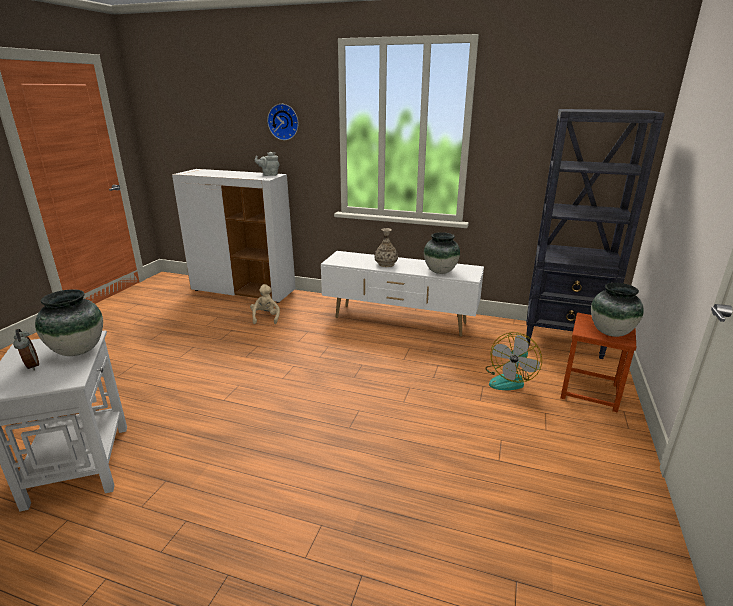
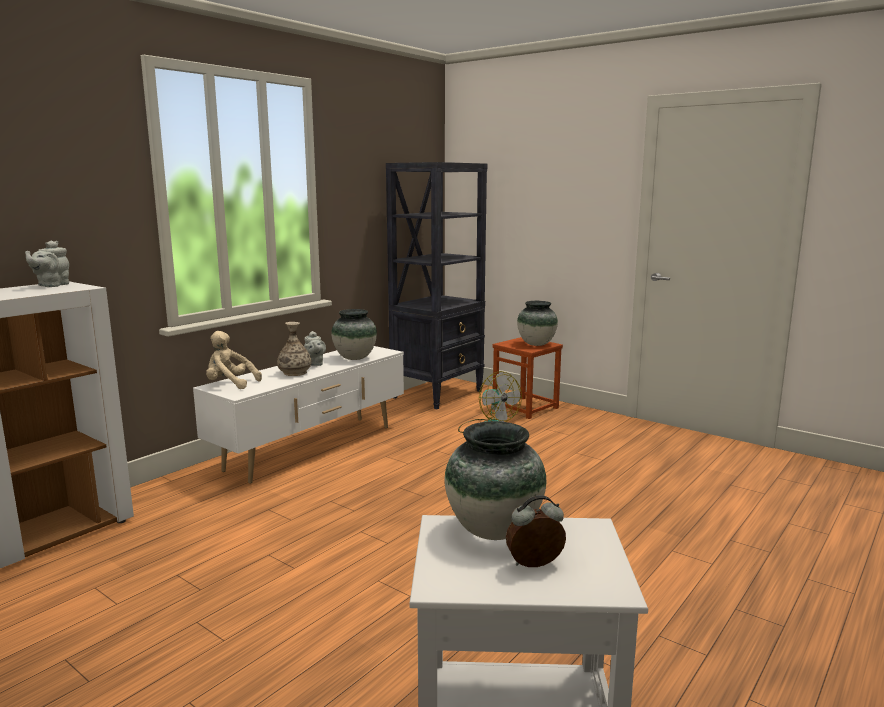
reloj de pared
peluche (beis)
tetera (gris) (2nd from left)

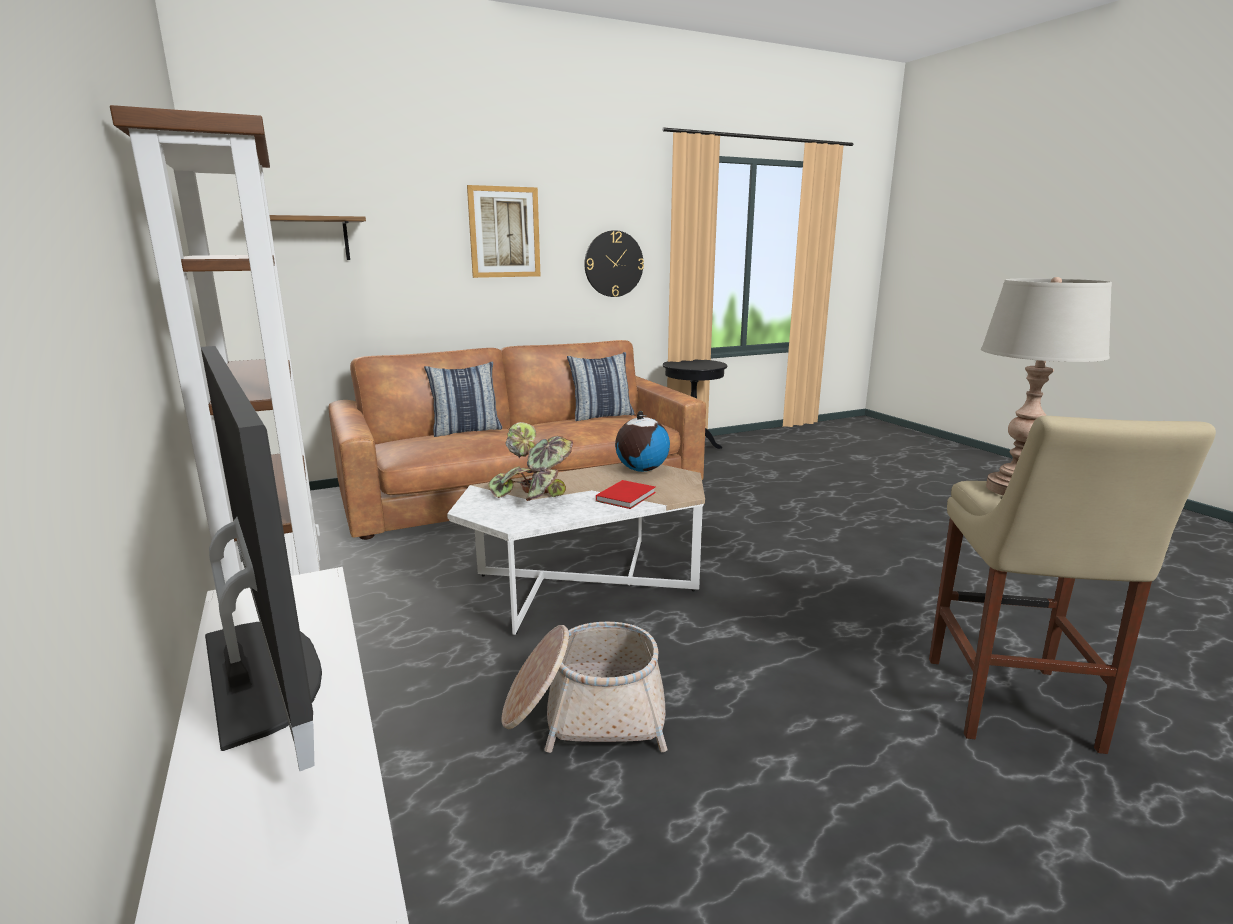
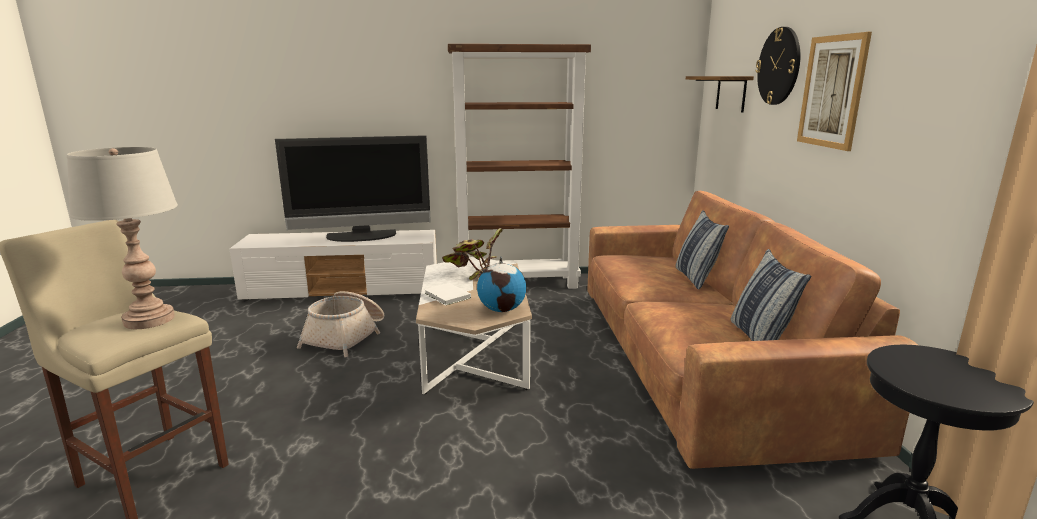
reloj de pared
libro (blanco)

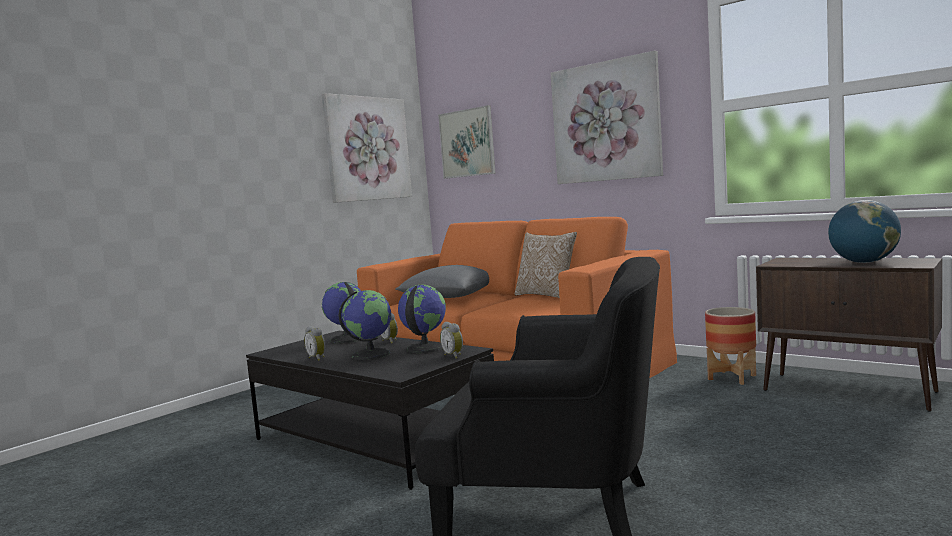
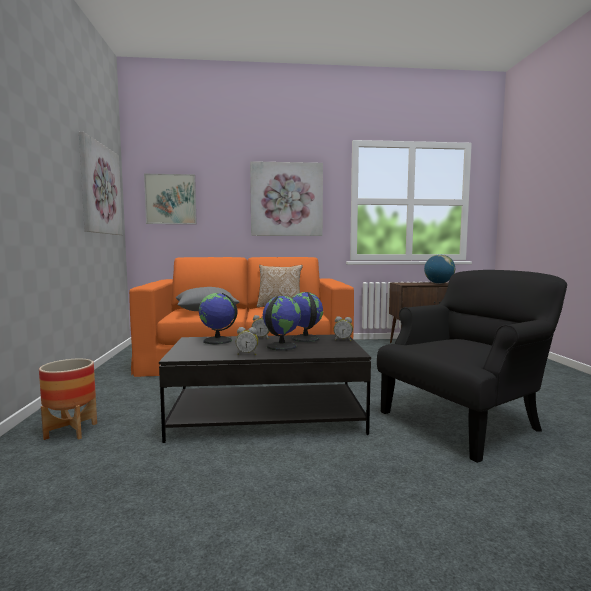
maceta

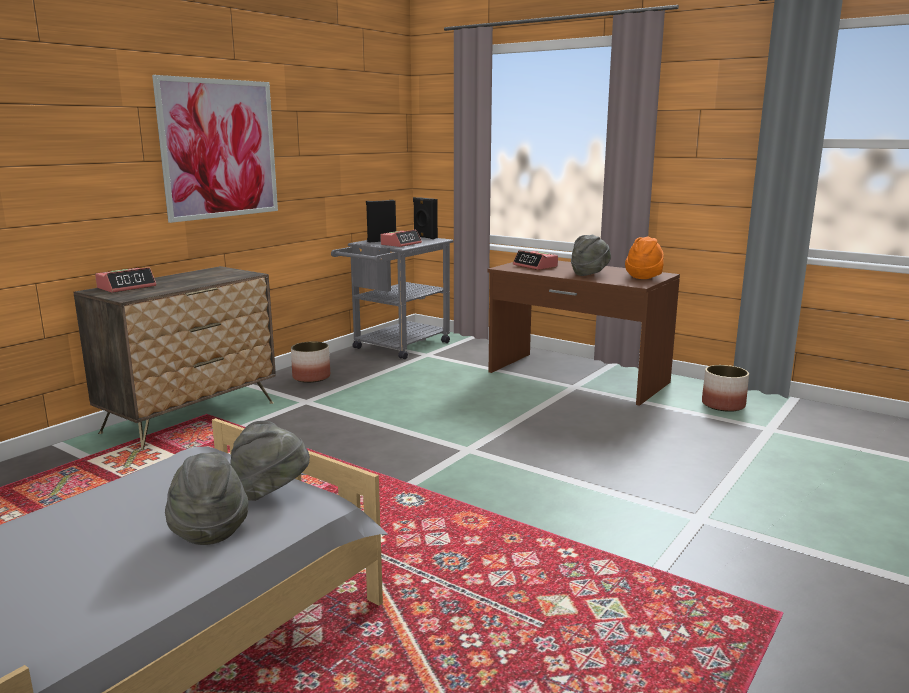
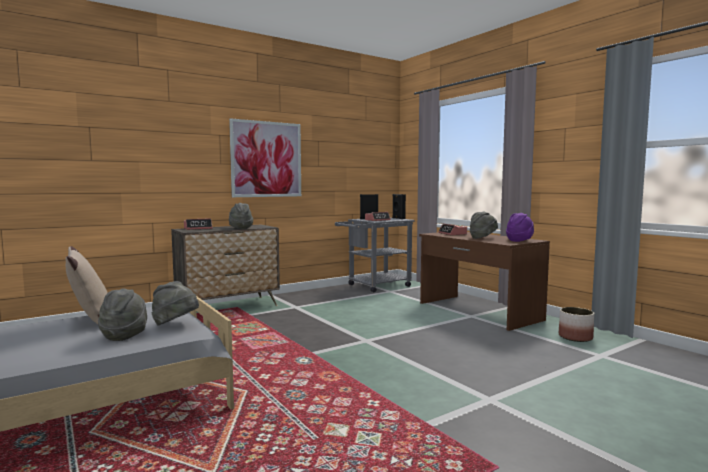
sombrero (morado)
maceta (1st from left in the first image)
sombrero (gris) (3rd from left)
cojín (beis)

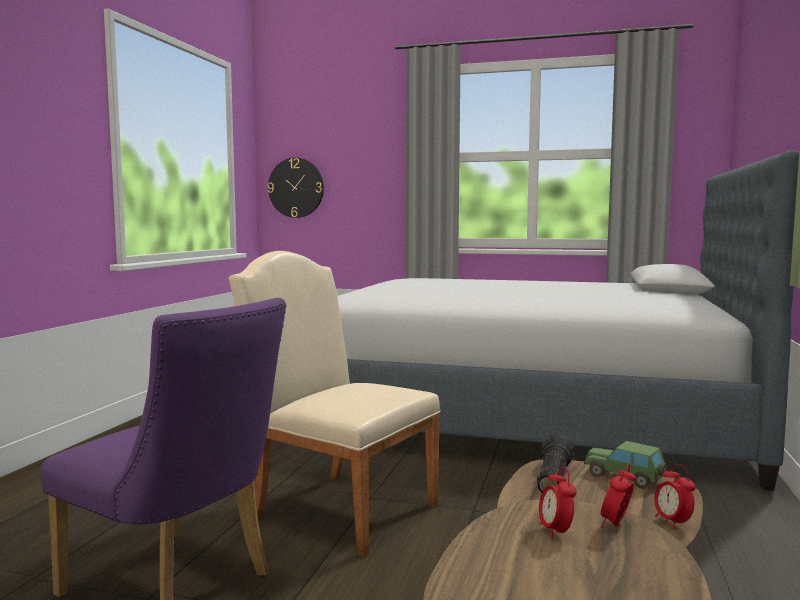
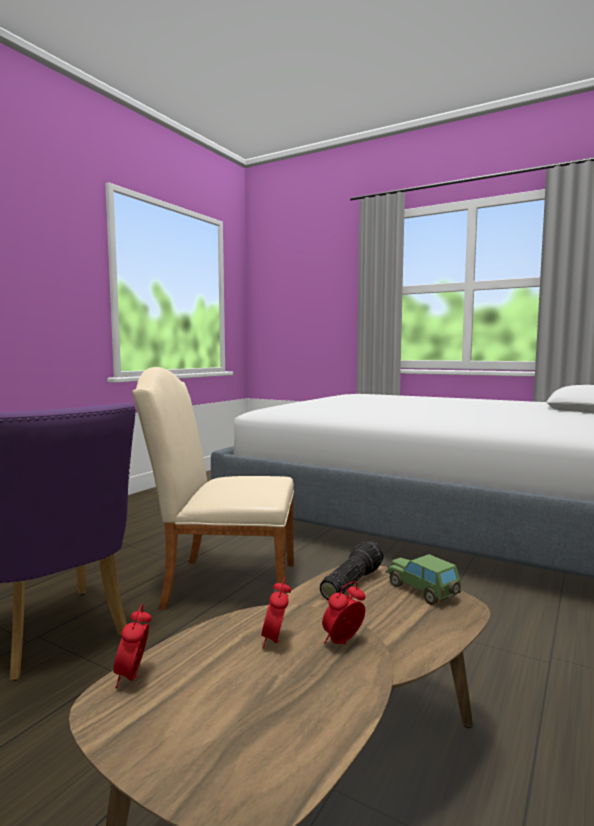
reloj de pared
silla (beis)
despertador (1st from left)

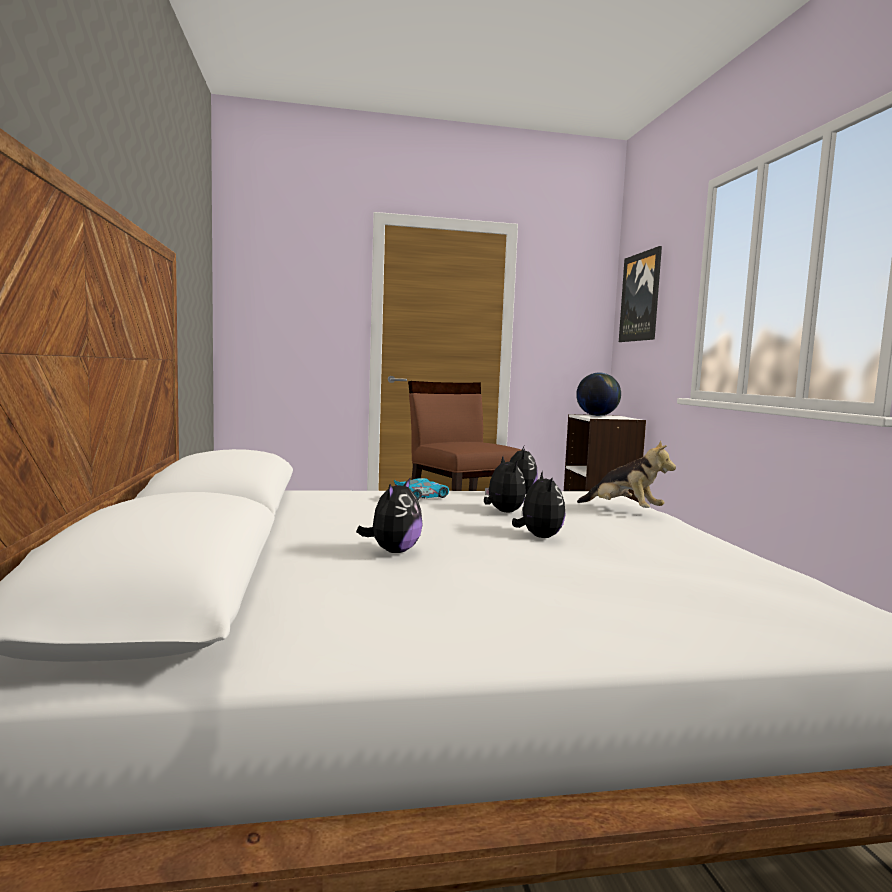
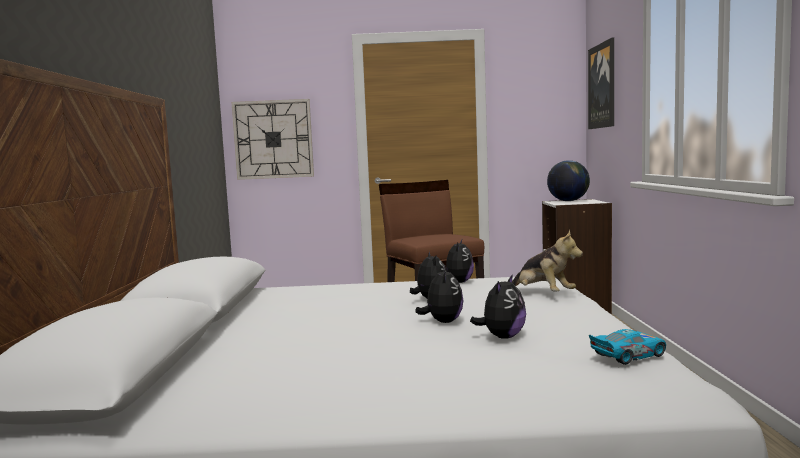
peluche (4th from left)
coche de juguete
reloj de pared

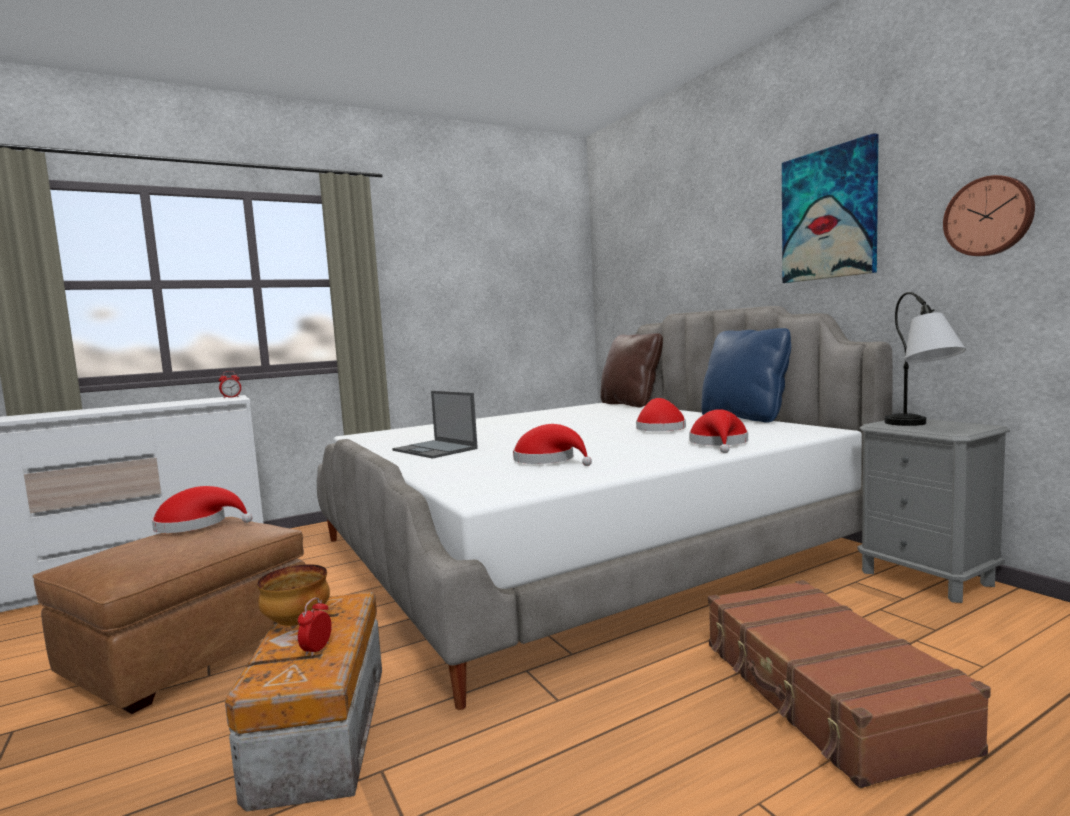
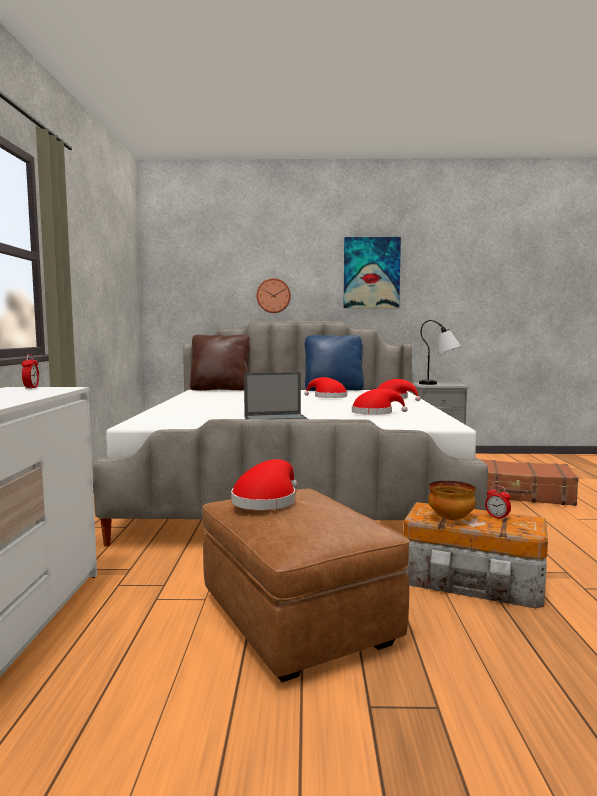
reloj de pared

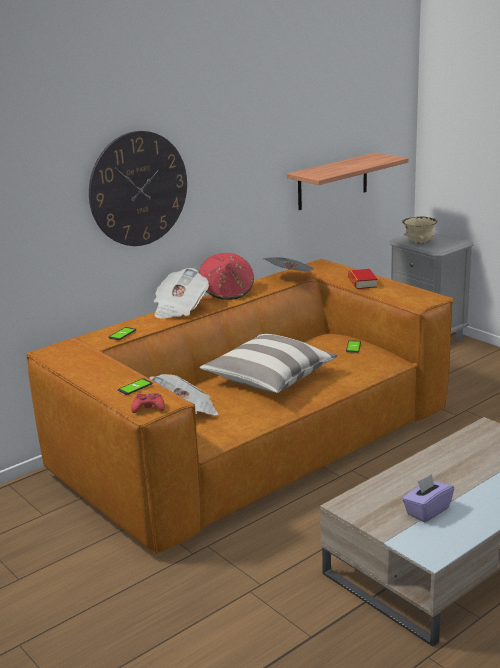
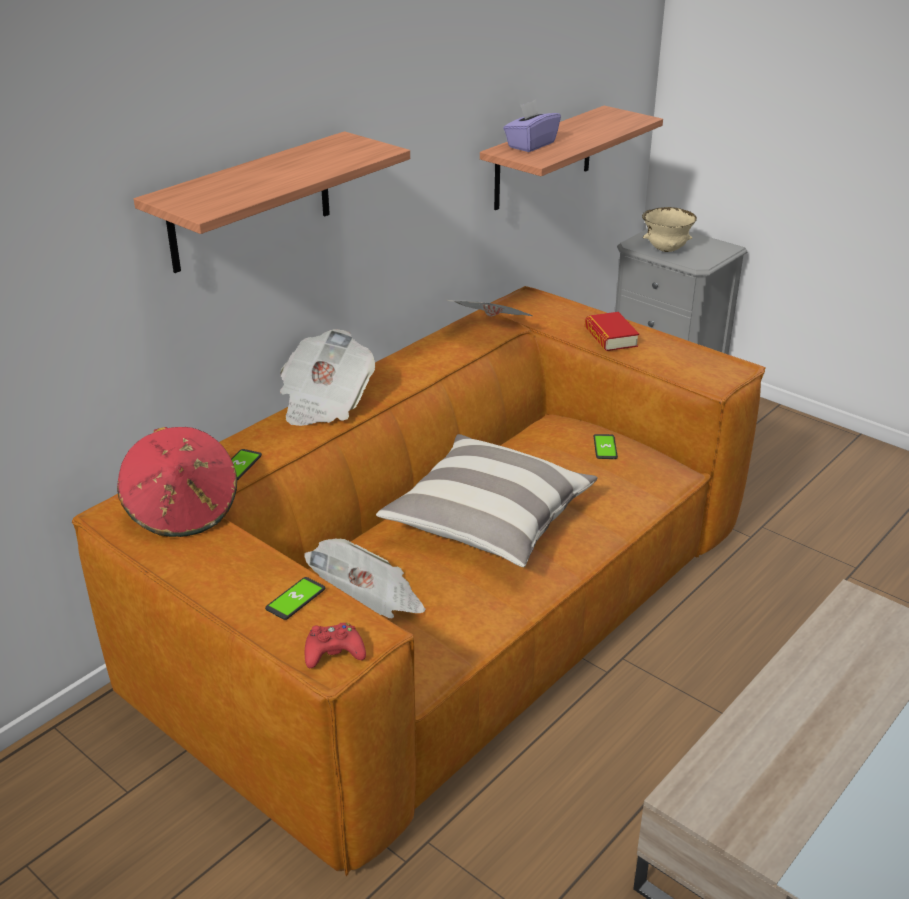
estante (1st from left)
sombrero (rojo)
caja de pañuelos (morado)

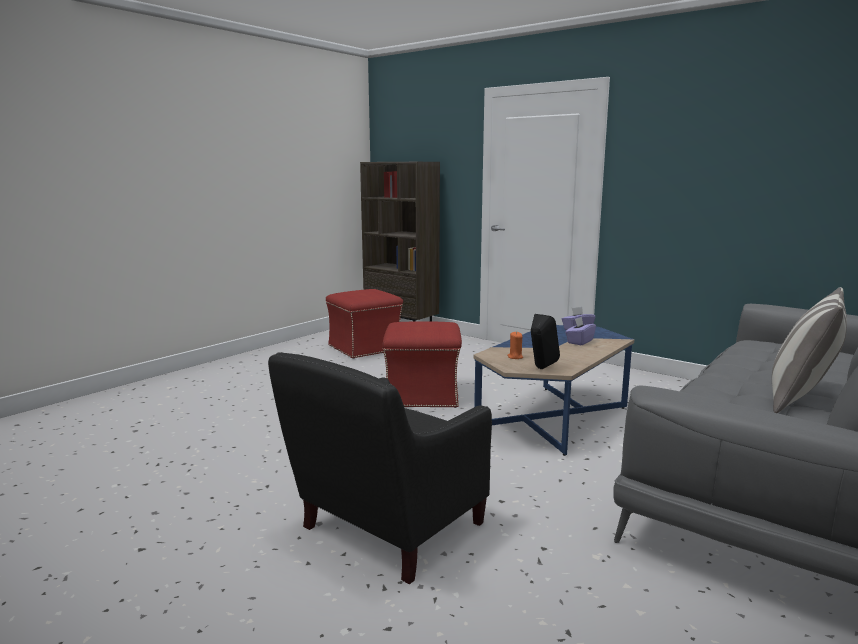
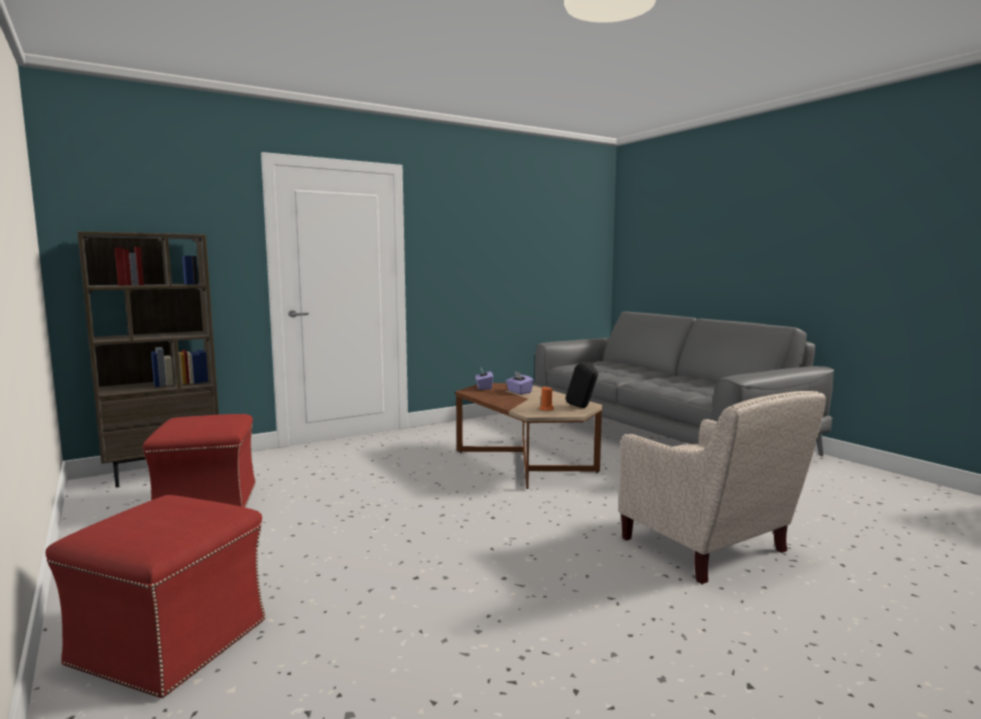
cojín
puf (rojo) (1st from left)
mesa de centro (marrón)
sillón (beis)

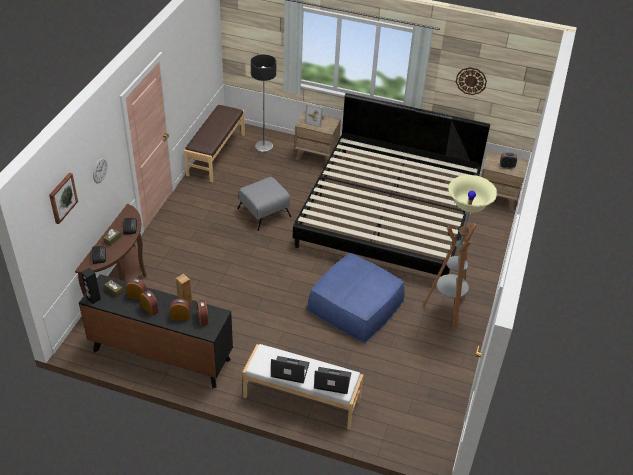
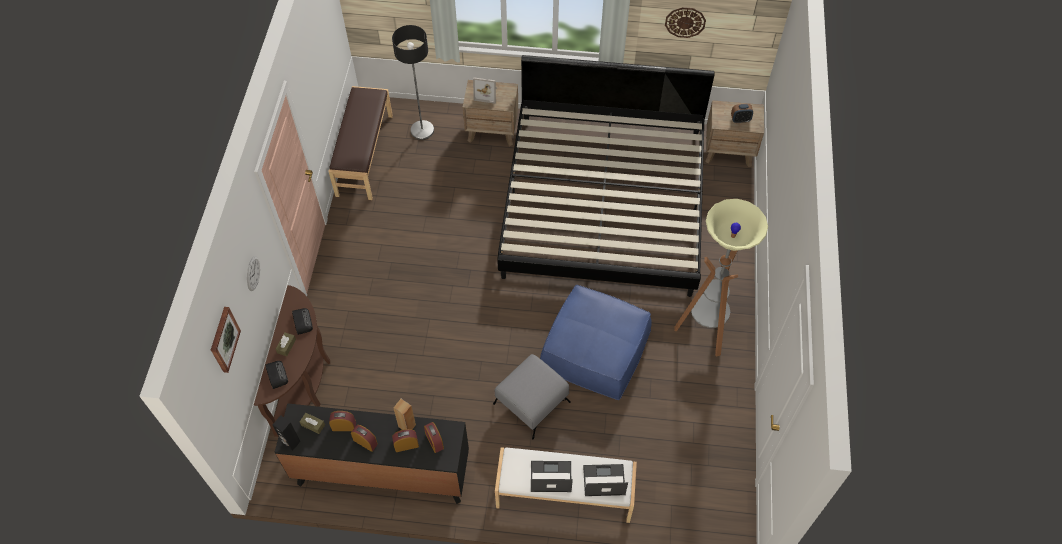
puf (gris)

